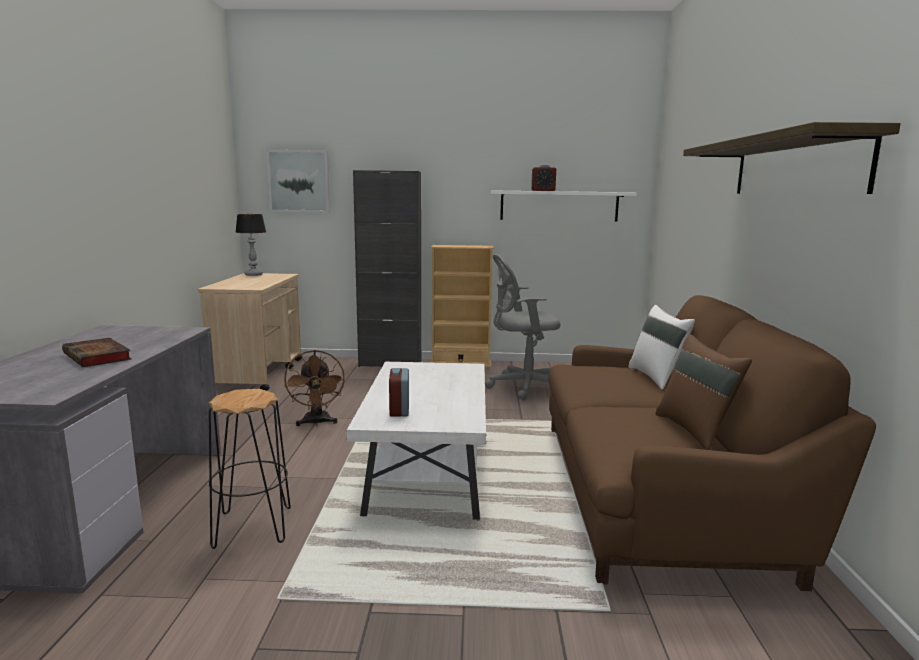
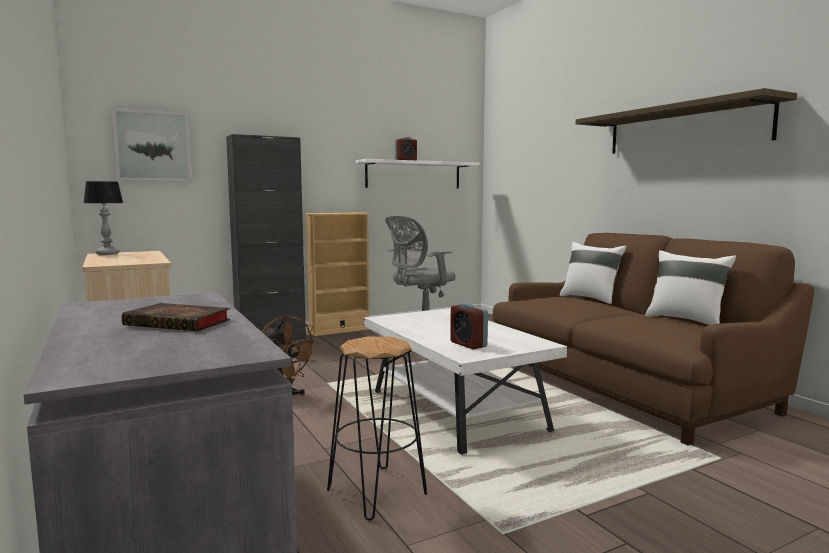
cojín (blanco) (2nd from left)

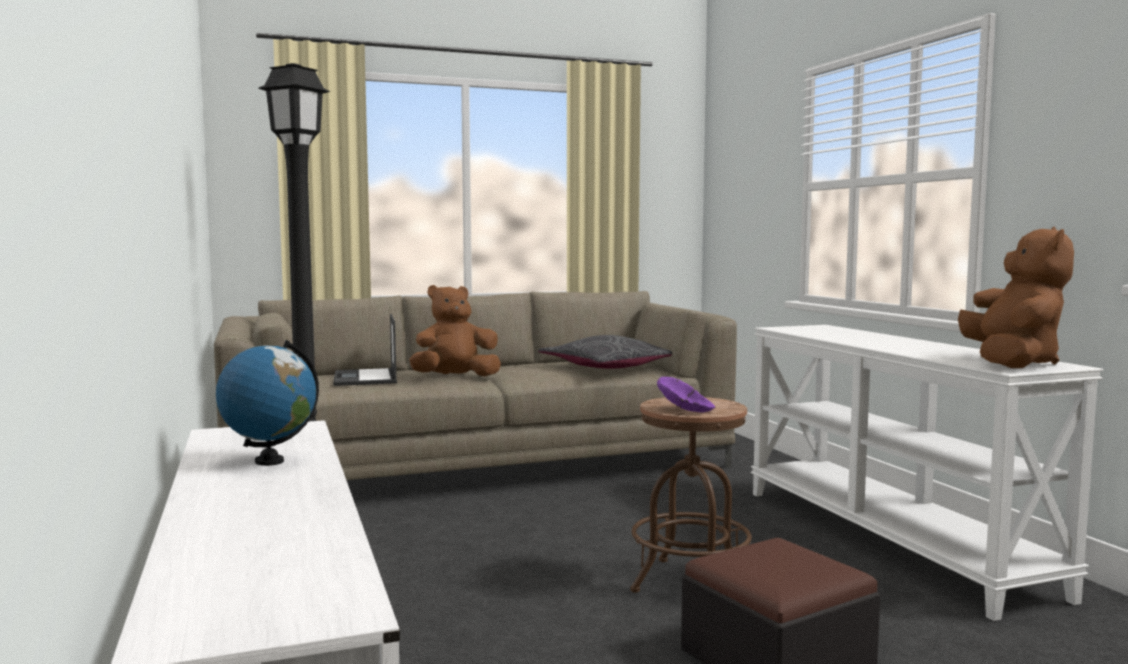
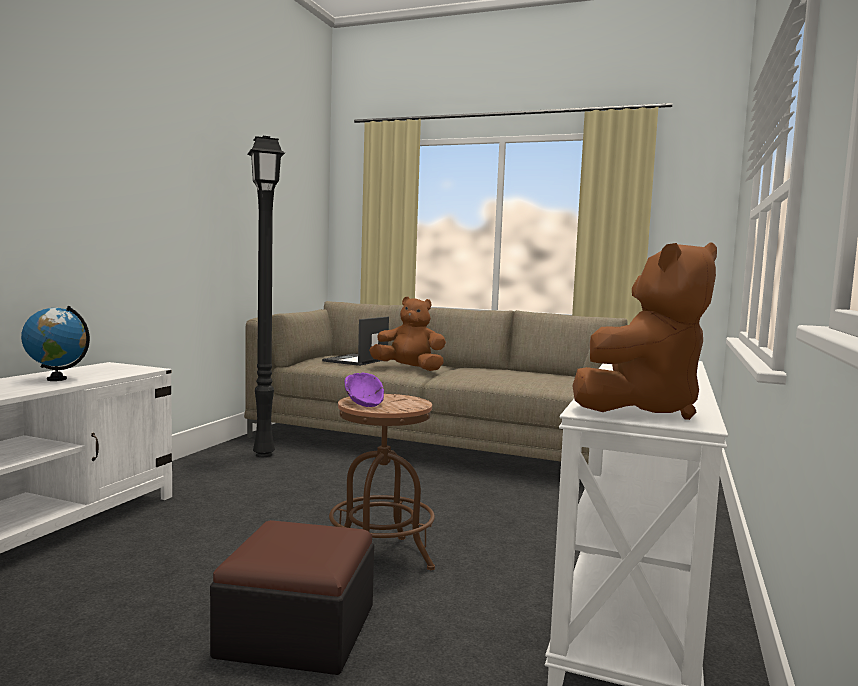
cojín (gris)

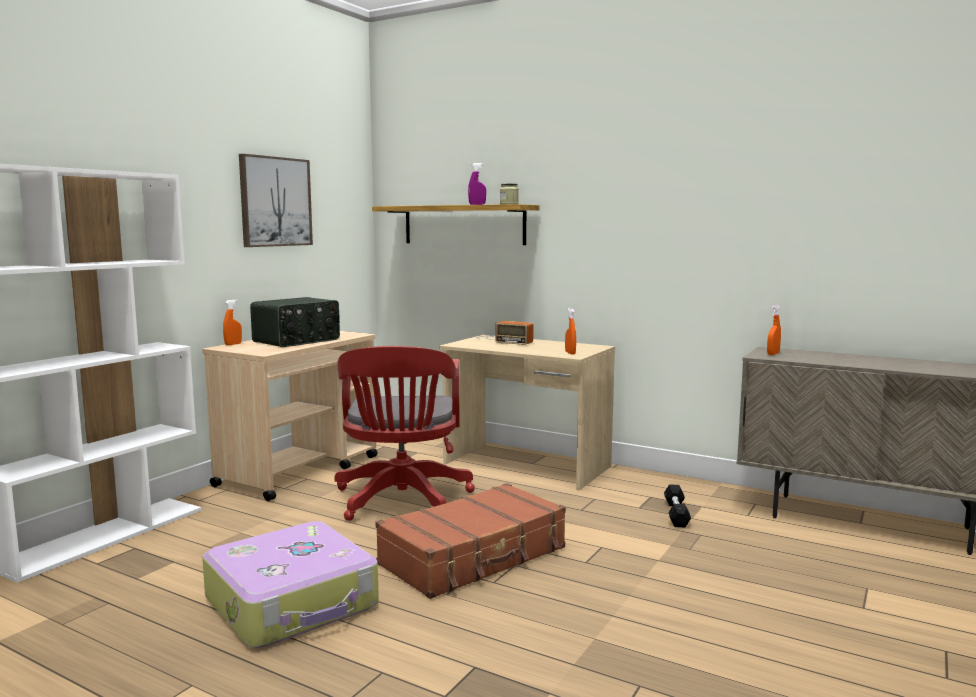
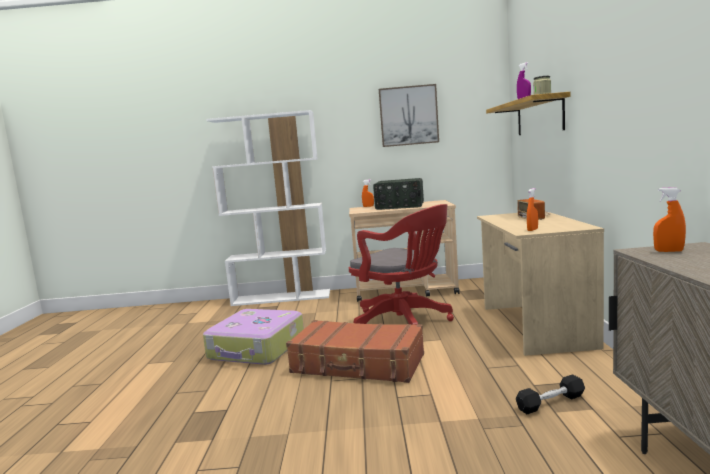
silla de oficina (rojo)

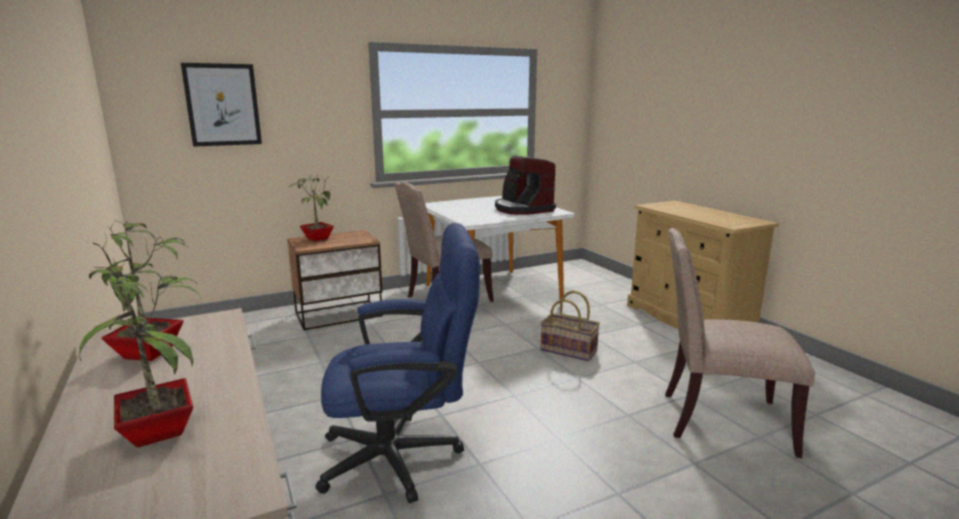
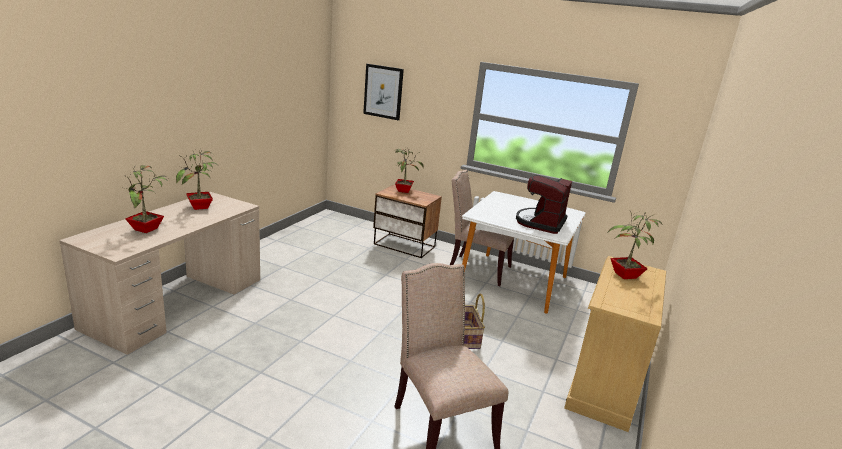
silla de oficina (azul)
planta en maceta (4th from left)

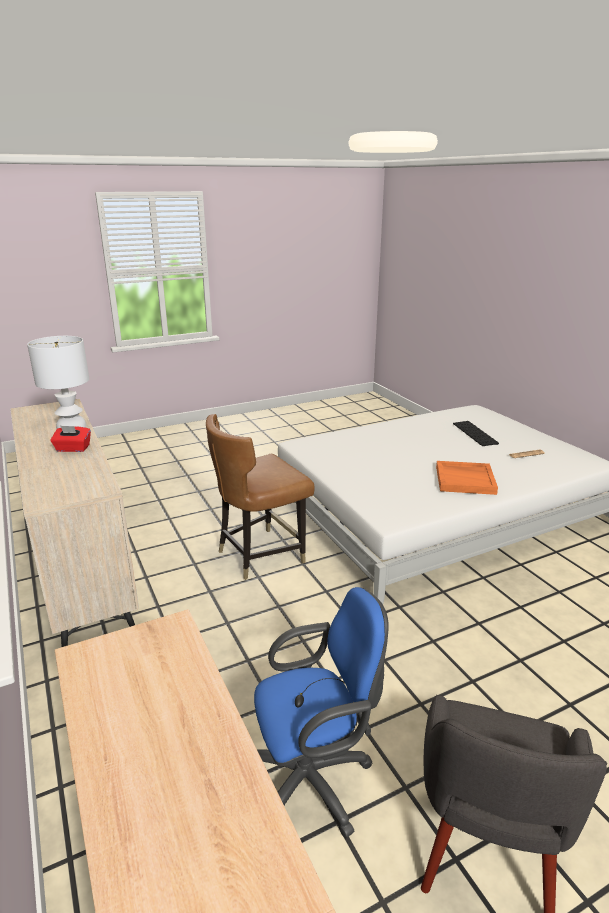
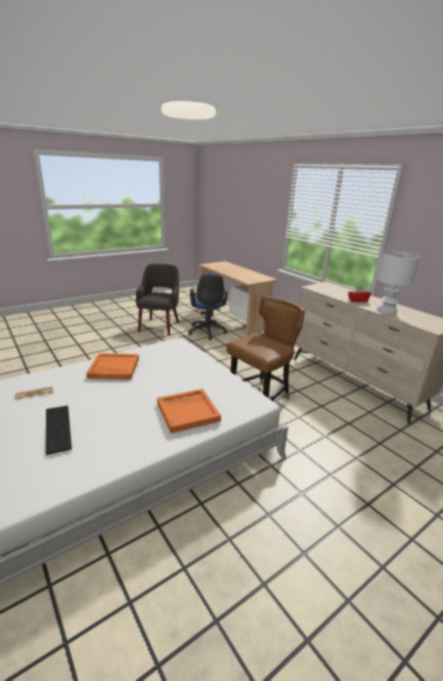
silla de oficina (azul)
bandeja (naranja) (2nd from left)

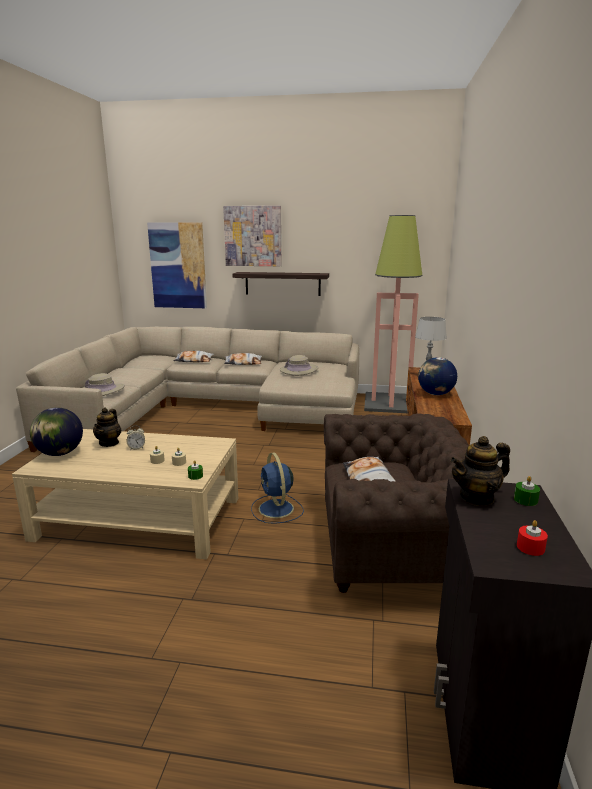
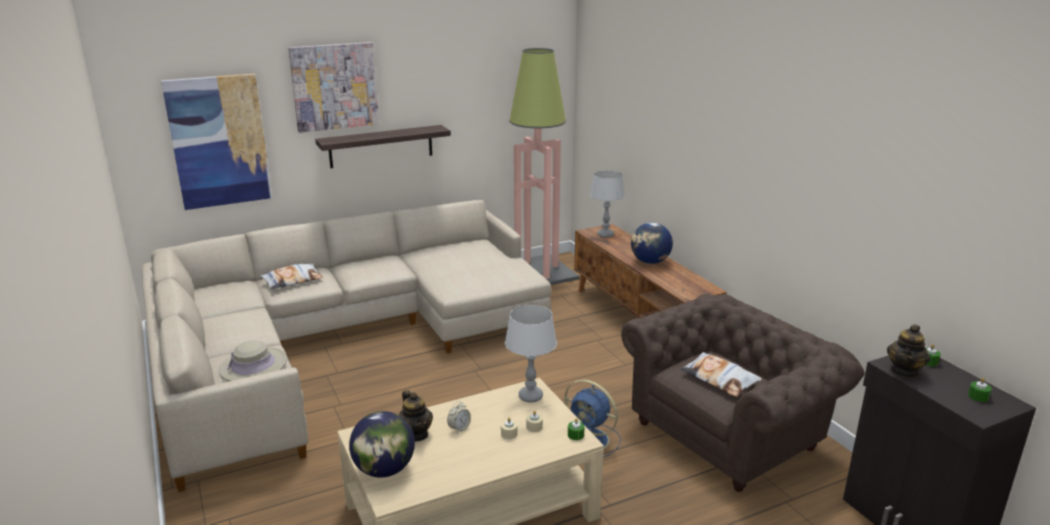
cojín (2nd from left in the first image)
sombrero (beis) (2nd from left in the first image)
vela (verde) (3rd from left)
lámpara de mesa (gris) (1st from left)

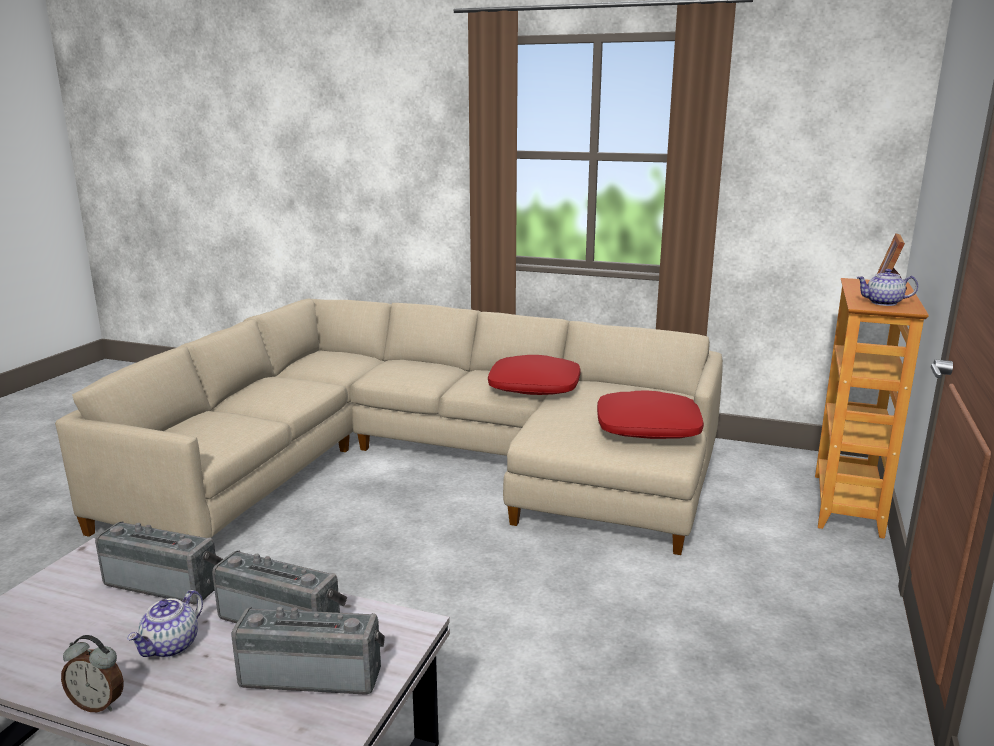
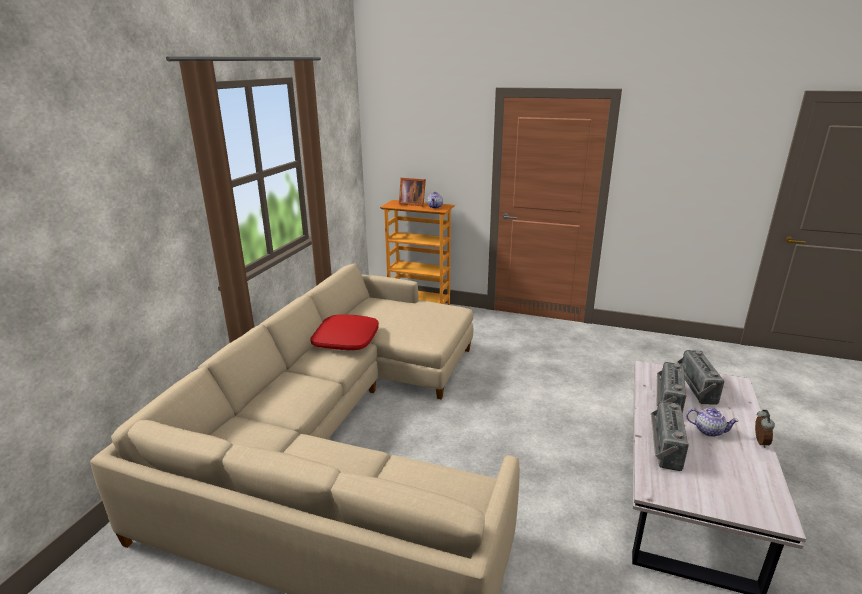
cojín (rojo) (2nd from left in the first image)

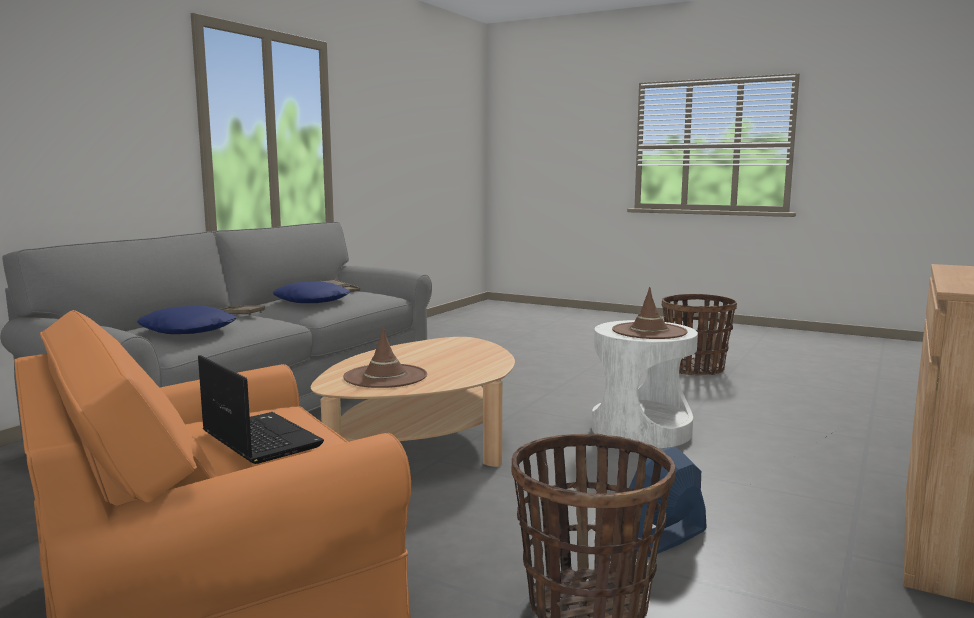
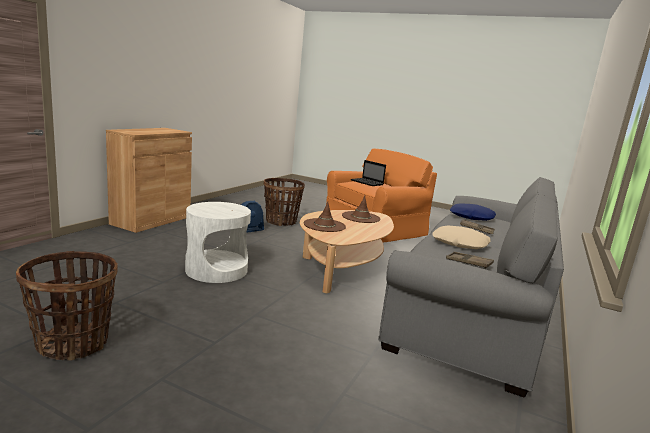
cojín (beis)
sombrero (marrón) (1st from left)

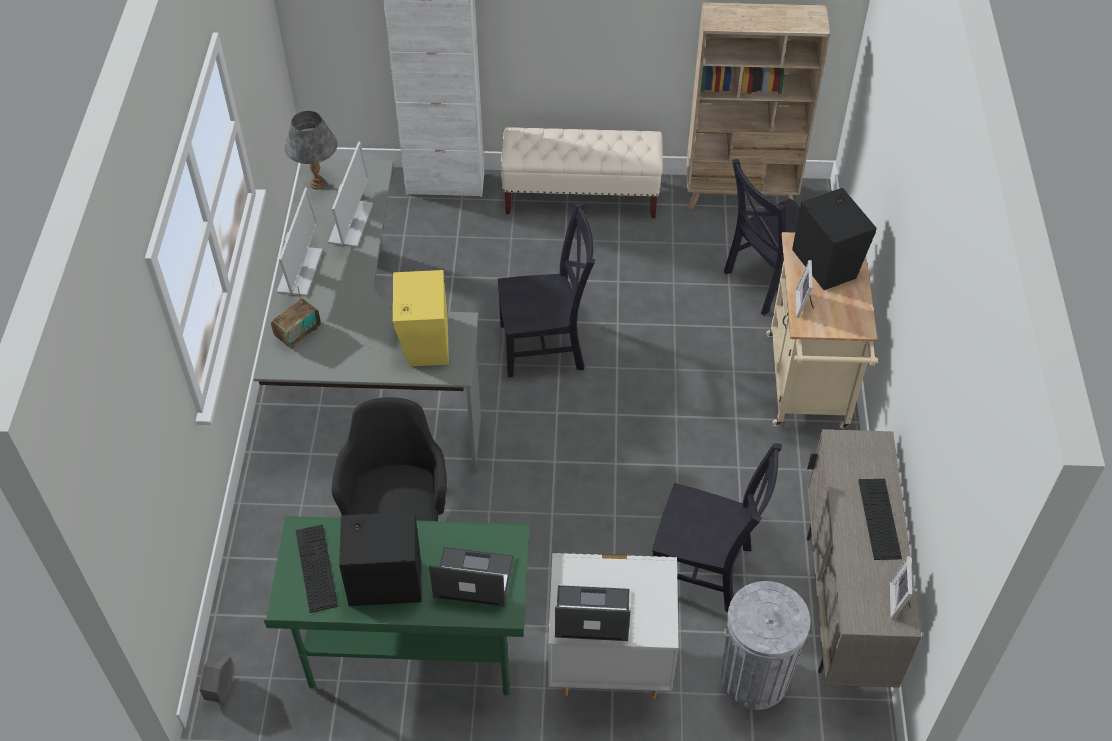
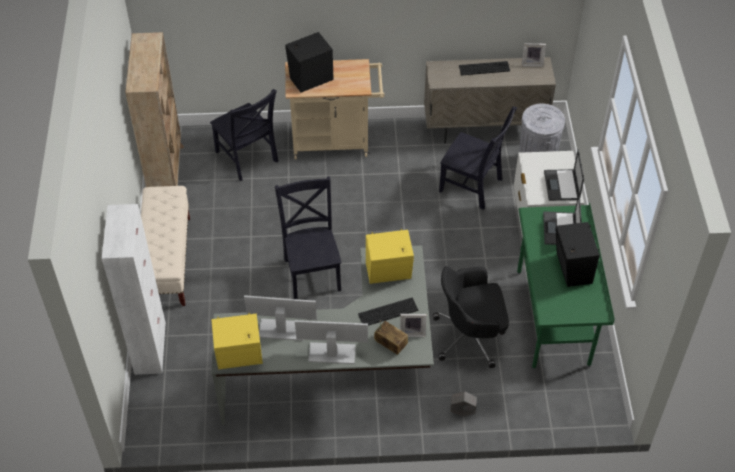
altavoz (amarillo) (1st from left)
portarretratos (1st from left)
silla (negro) (3rd from left)
teclado (1st from left)
maceta (gris)

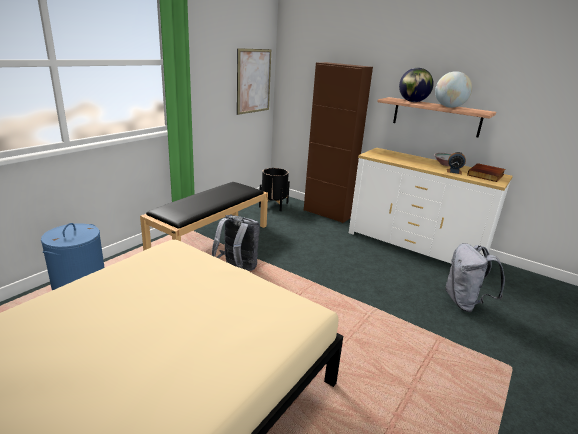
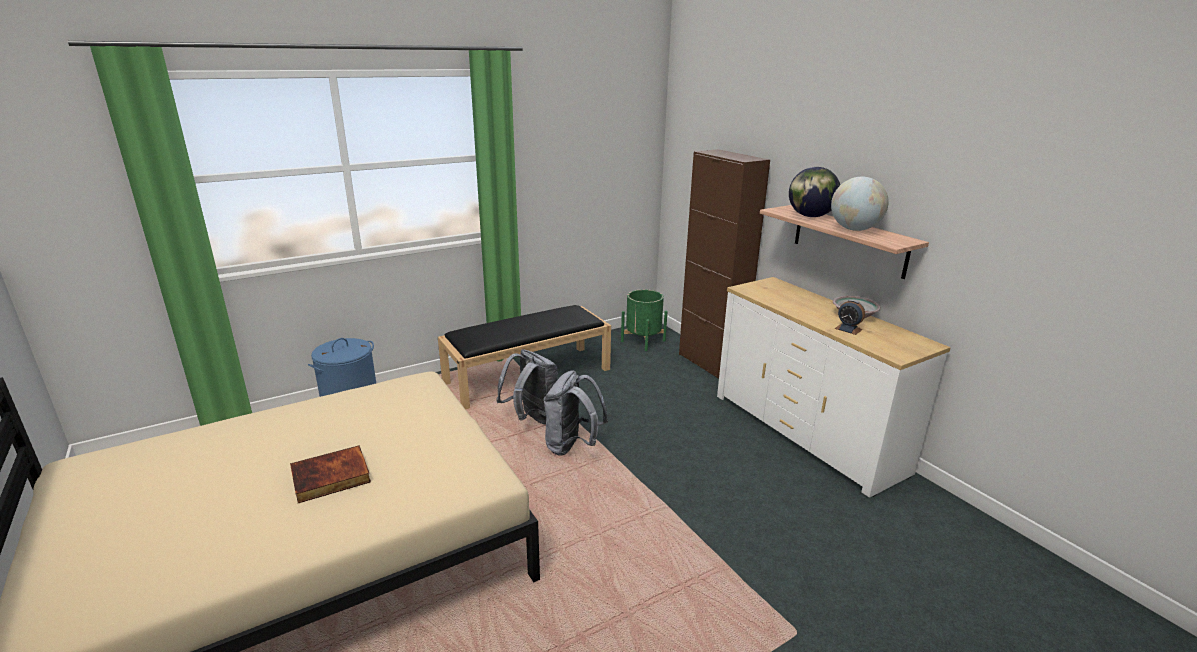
cuadro
libro
maceta (verde)
mochila (gris) (2nd from left)

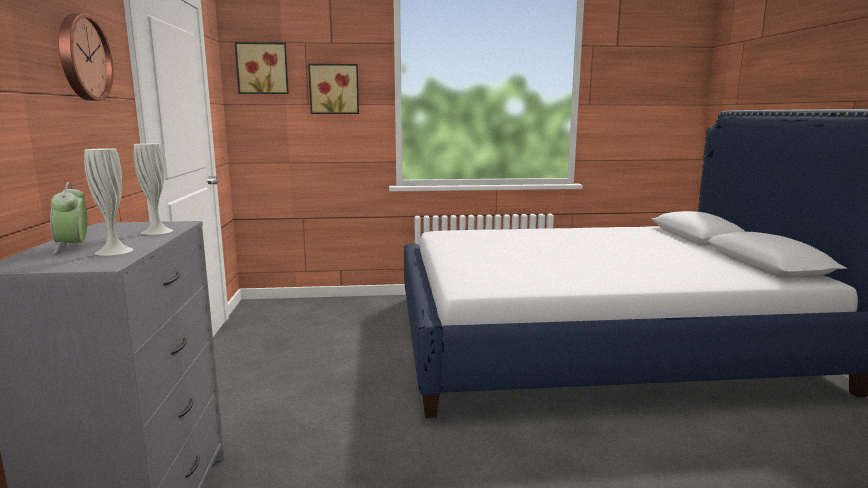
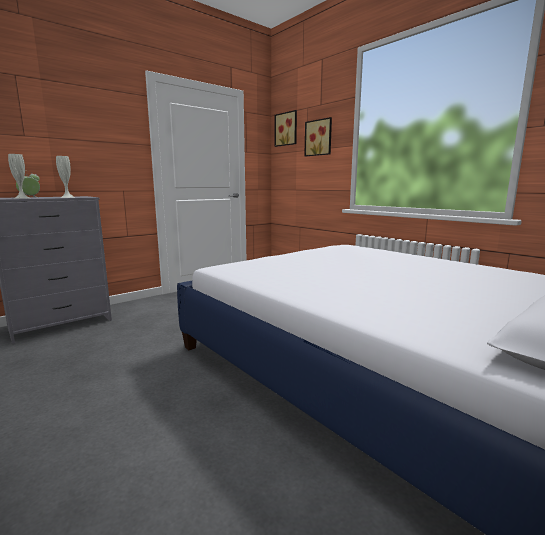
reloj de pared

